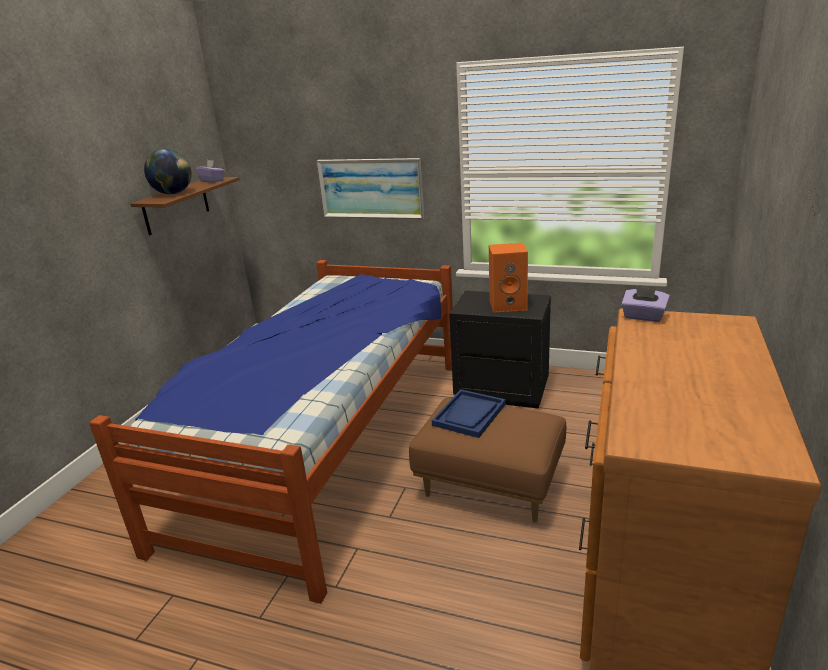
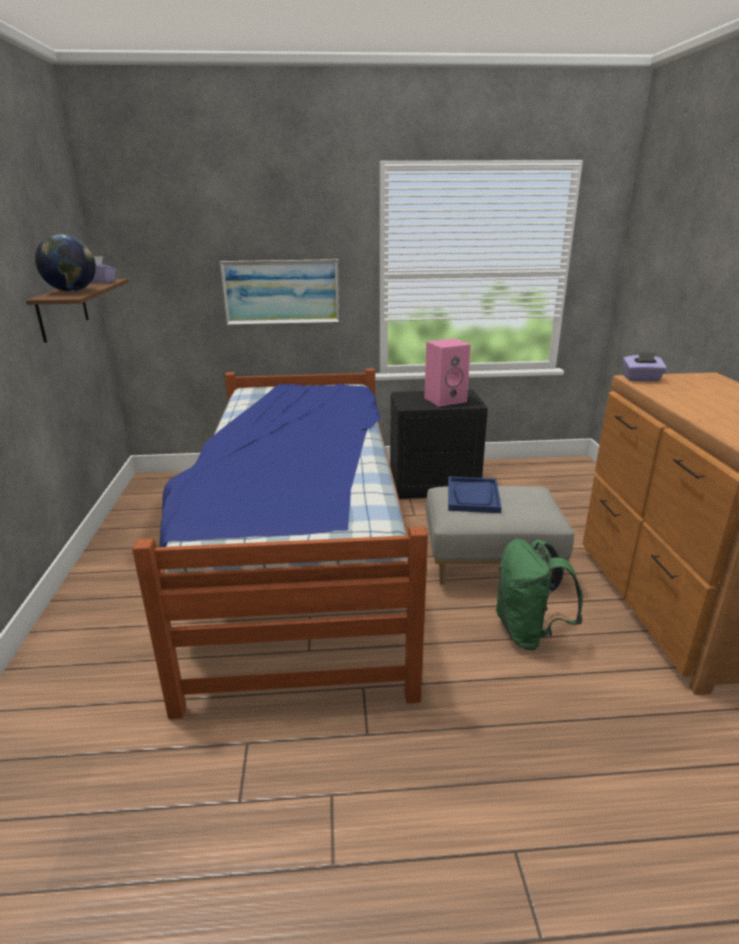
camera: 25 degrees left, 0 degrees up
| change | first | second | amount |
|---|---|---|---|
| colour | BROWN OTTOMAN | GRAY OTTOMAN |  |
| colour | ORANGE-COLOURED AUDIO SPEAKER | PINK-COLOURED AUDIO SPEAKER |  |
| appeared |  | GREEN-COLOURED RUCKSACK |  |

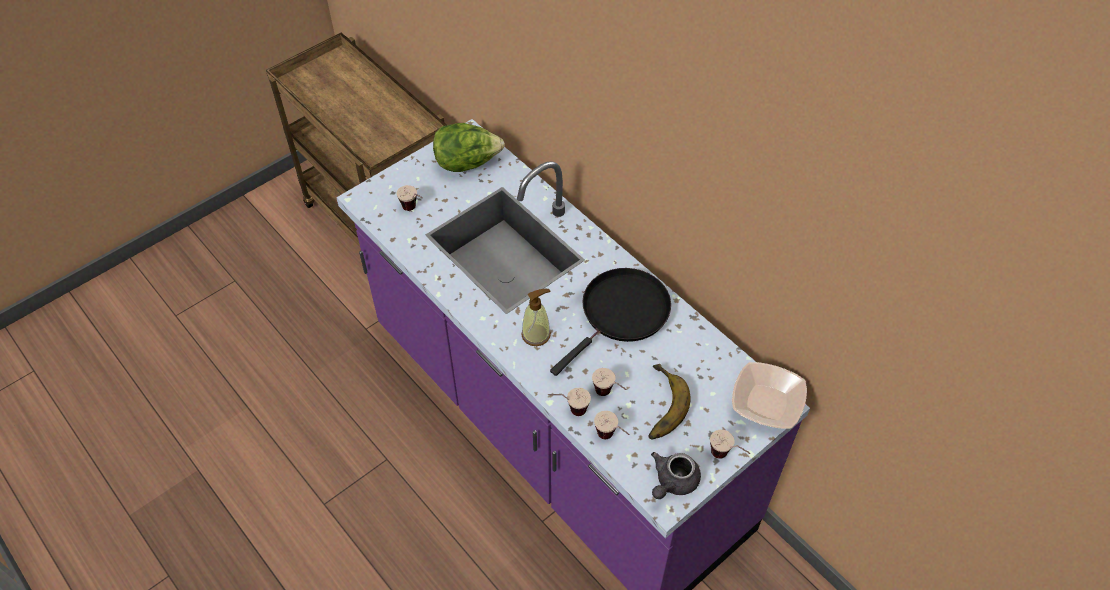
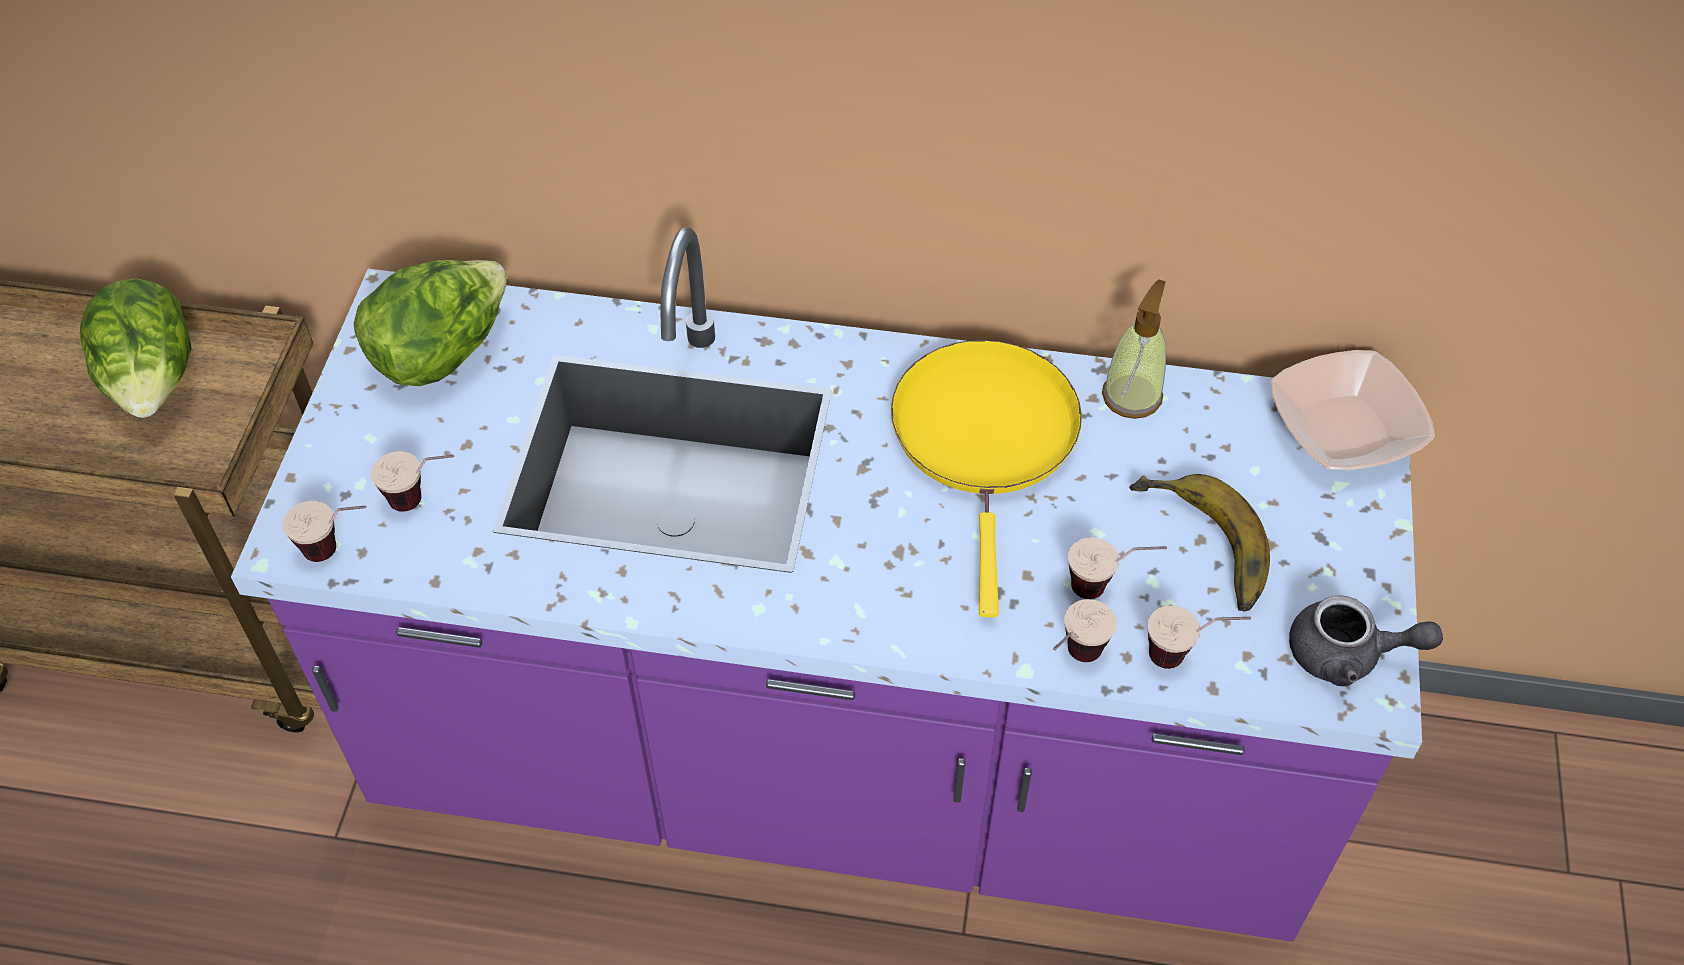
camera: 40 degrees left, 0 degrees up
| change | first | second | amount |
|---|---|---|---|
| relocated | SOAP BOTTLE |  |  |
| colour | BLACK PAN | YELLOW PAN |  |
| spun | GRAY TEAPOT |  | 75 degrees counterclockwise |
| relocated | CUP (no. 5 from left in the first image) | CUP (no. 1 from left) |  |
| appeared |  | LETTUCE (no. 1 from left) |  |

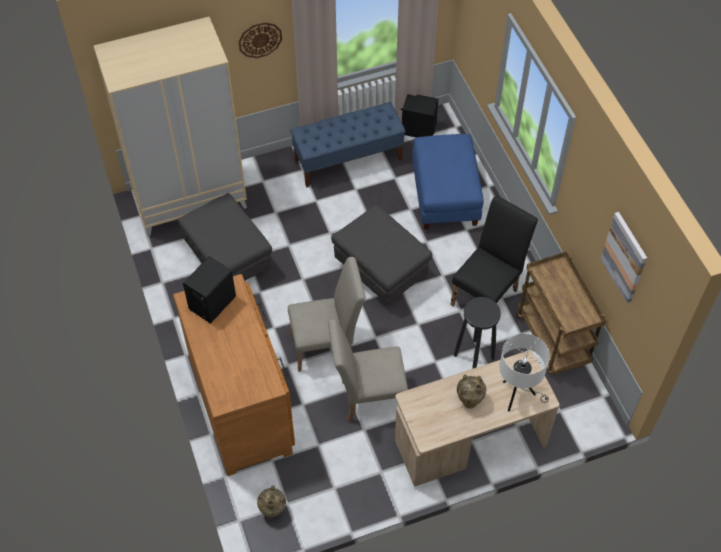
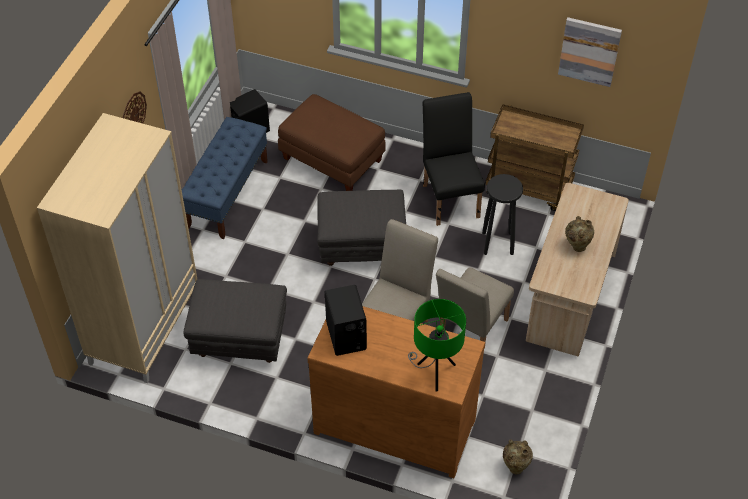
camera: 50 degrees left, 5 degrees down
| change | first | second | amount |
|---|---|---|---|
| colour | BLUE-COLOURED OTTOMAN | BROWN OTTOMAN |  |
| missing | WHITE-COLOURED TABLE LAMP |  |  |
| appeared |  | GREEN-COLOURED TABLE LAMP |  |

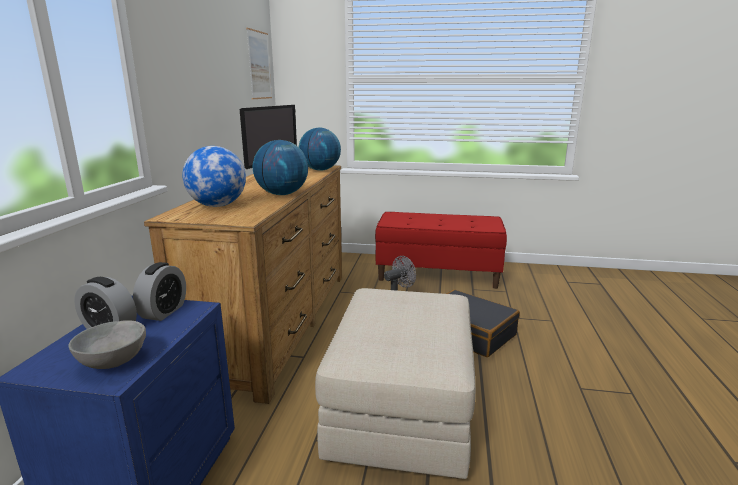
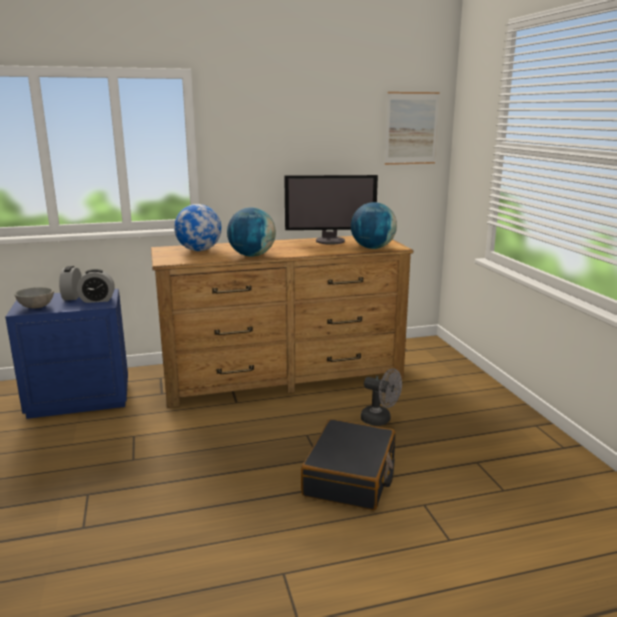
camera: 65 degrees right, 0 degrees up
| change | first | second | amount |
|---|---|---|---|
| missing | BEIGE OTTOMAN |  |  |
| missing | RED LONG SEAT |  |  |

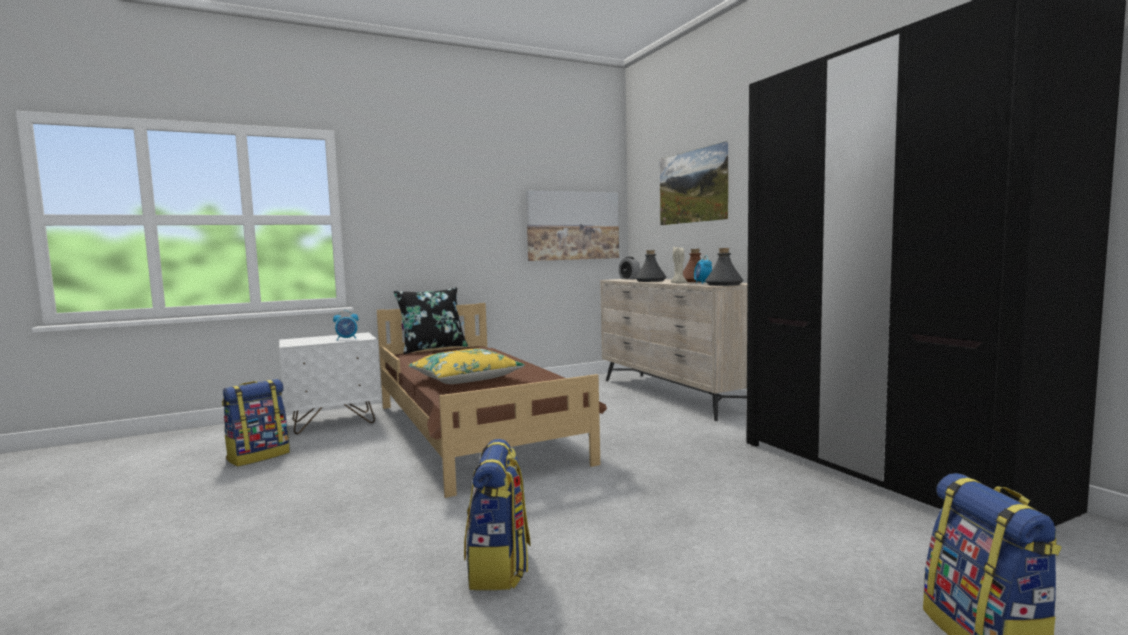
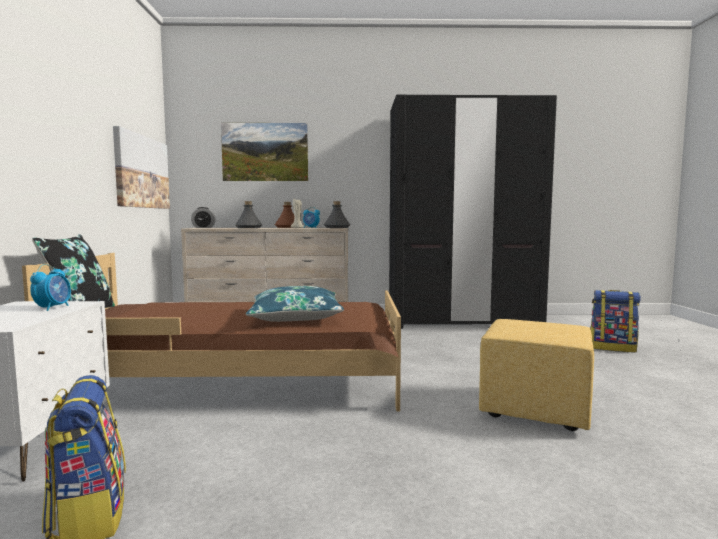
camera: 65 degrees left, 0 degrees up
| change | first | second | amount |
|---|---|---|---|
| colour | YELLOW CUSHION | BLUE-COLOURED CUSHION |  |
| exchanged | RUCKSACK (no. 2 from left) | YELLOW OTTOMAN |  |

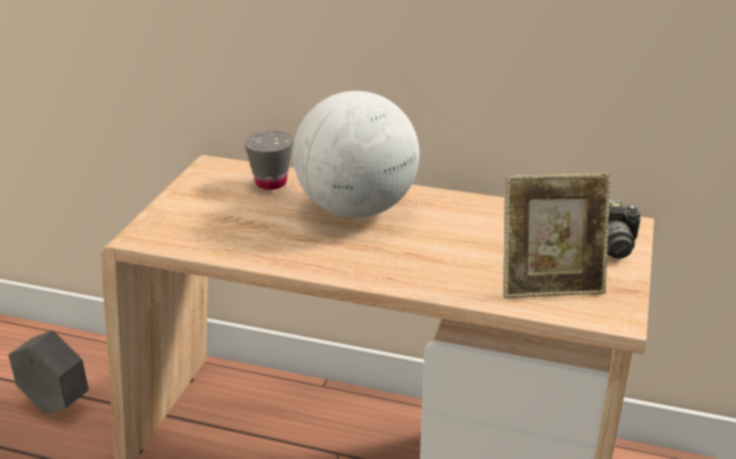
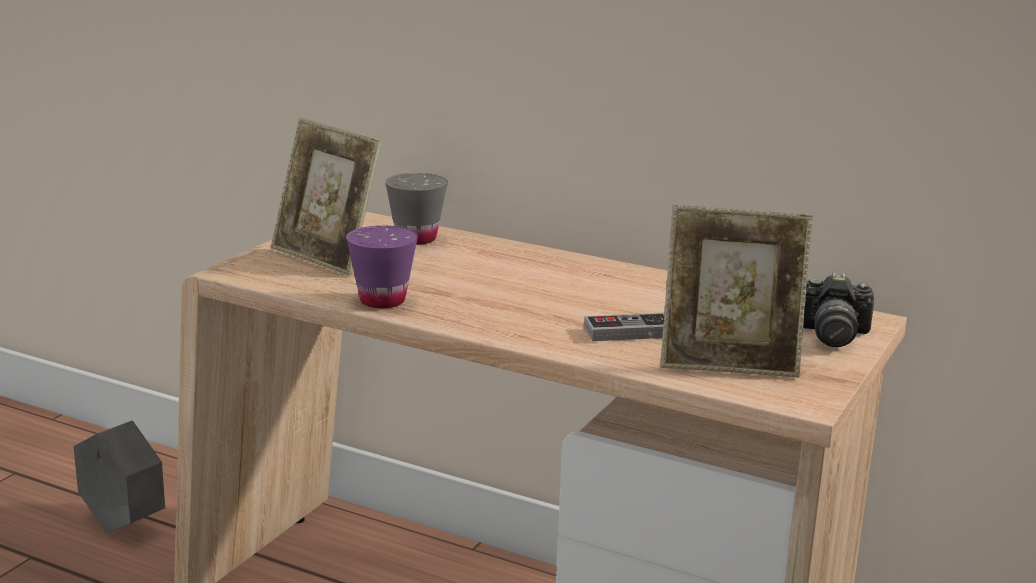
camera: 10 degrees right, 10 degrees down
| change | first | second | amount |
|---|---|---|---|
| missing | DESK GLOBE |  |  |
| appeared |  | STANDING FRAME (no. 1 from left) |  |
| appeared |  | PURPLISH CUP |  |
| appeared |  | GAME CONTROLLER |  |

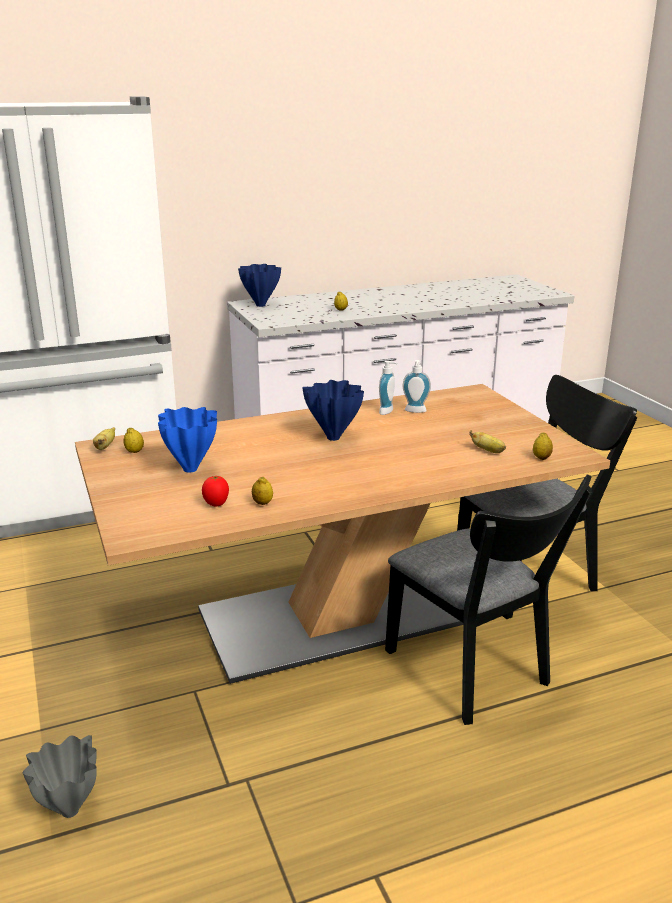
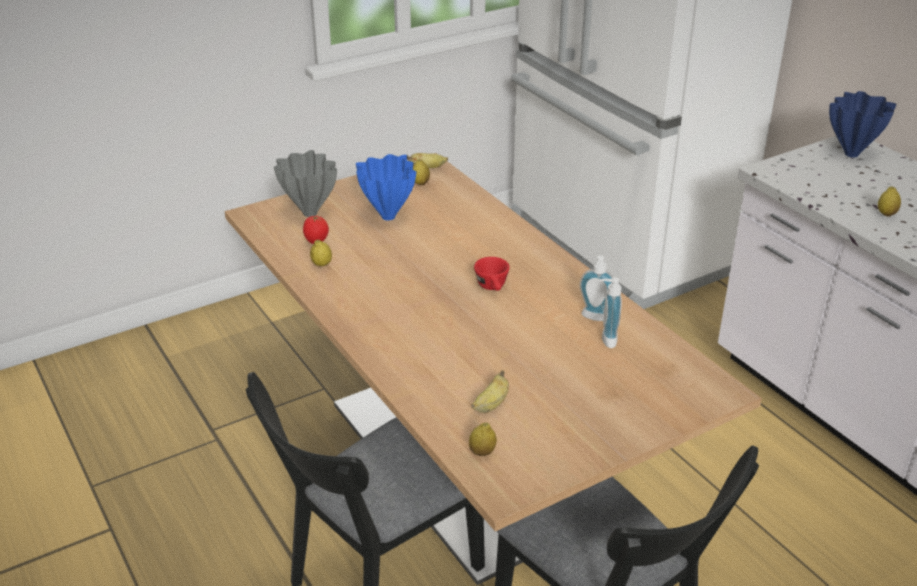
camera: 80 degrees right, 10 degrees up
| change | first | second | amount |
|---|---|---|---|
| relocated | GRAY FLOWER VASE |  |  |
| exchanged | BLUE-COLOURED FLOWER VASE (no. 3 from left) | RED CUP |  |

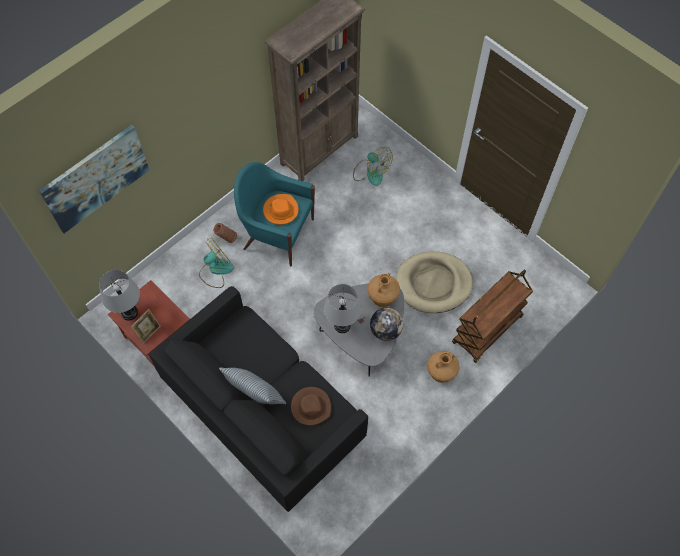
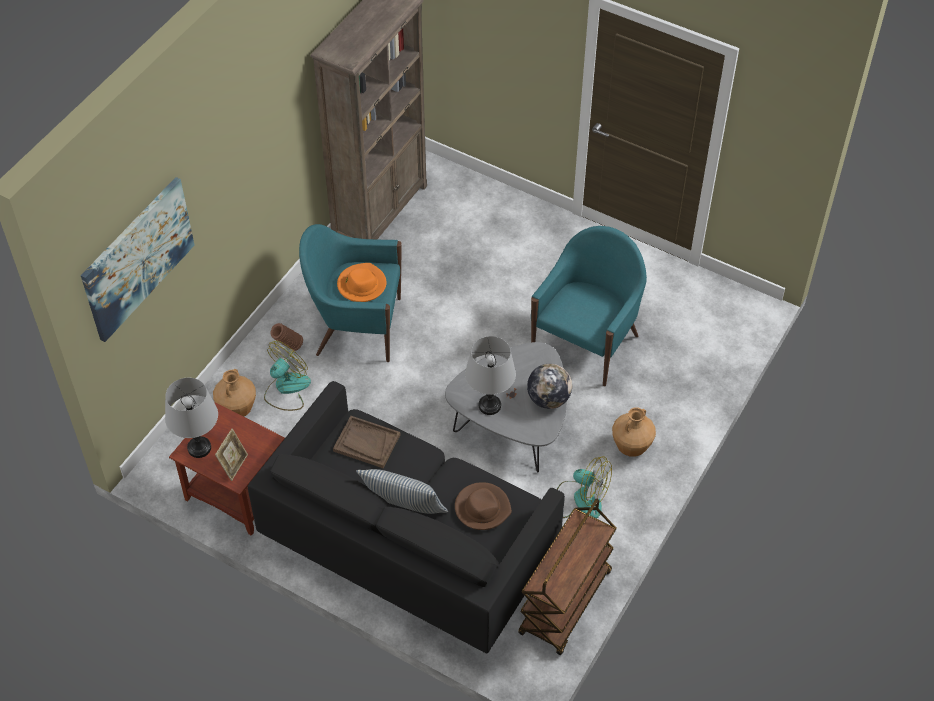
camera: 15 degrees left, 10 degrees down
| change | first | second | amount |
|---|---|---|---|
| relocated | ELECTRIC FAN (no. 2 from left) |  |  |
| relocated | BROWN FLOWER VASE (no. 2 from left in the first image) | BROWN FLOWER VASE (no. 1 from left) |  |
| exchanged | BEIGE DOG CUSHION | TURQUOISE-COLOURED EASY CHAIR (no. 2 from left) |  |
| relocated | BROWN WHEELED CART |  |  |
| appeared |  | BROWN CARRYING TRAY |  |

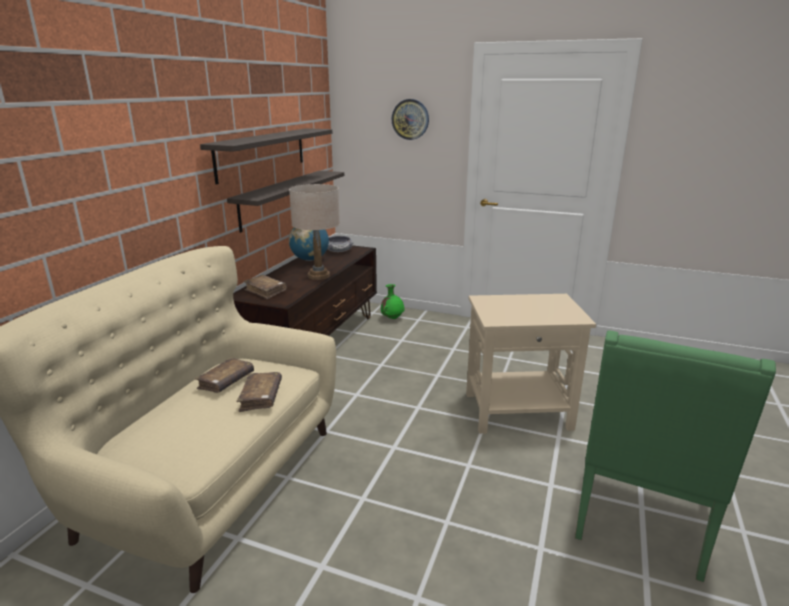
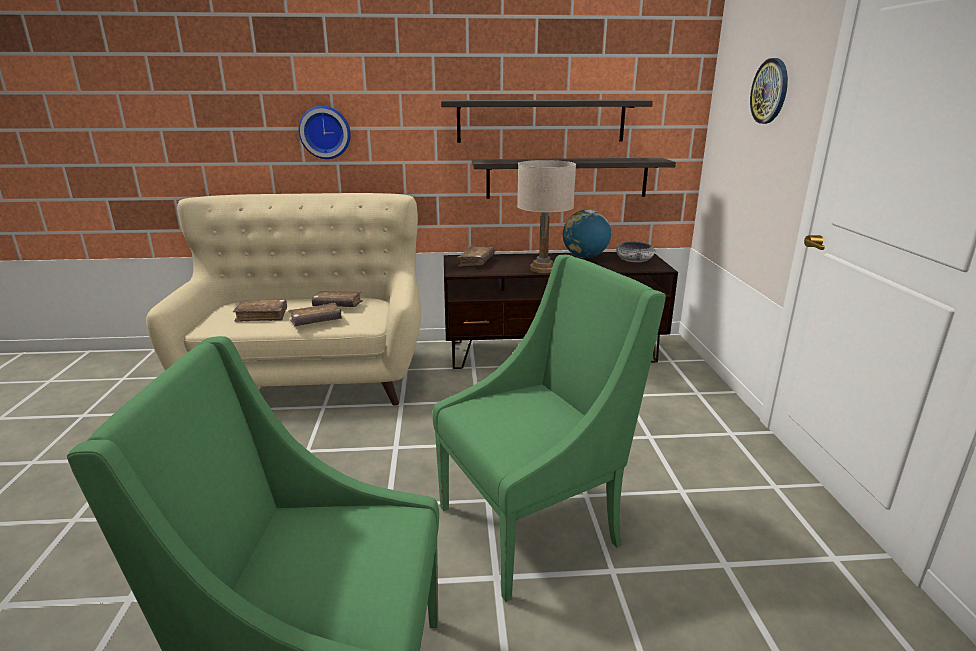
camera: 65 degrees right, 0 degrees up
| change | first | second | amount |
|---|---|---|---|
| missing | GREEN-COLOURED FLOWER VASE |  |  |
| exchanged | BEIGE ACCENT TABLE | GREEN-COLOURED EASY CHAIR (no. 2 from left) |  |
| appeared |  | BROWN VOLUME (no. 1 from left) |  |
| appeared |  | WALL CLOCK (no. 1 from left) |  |

